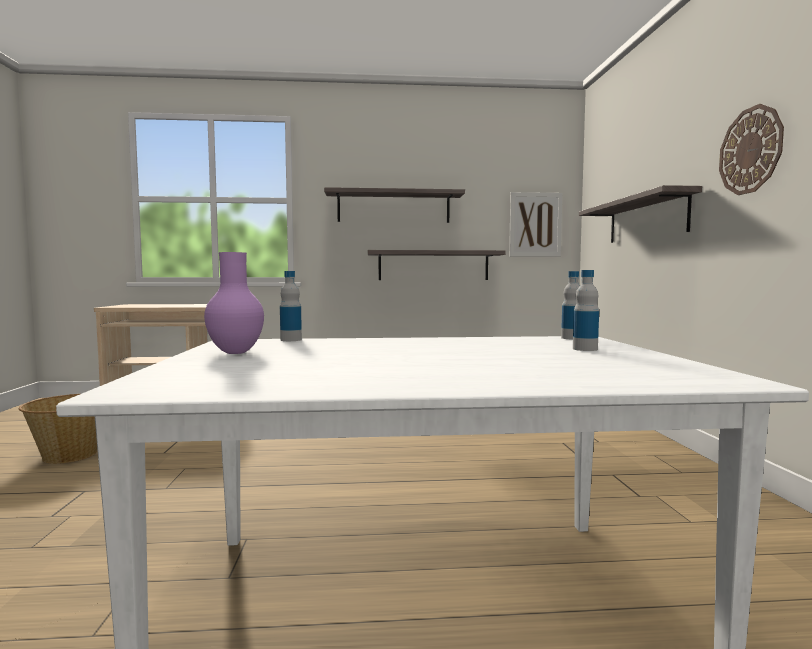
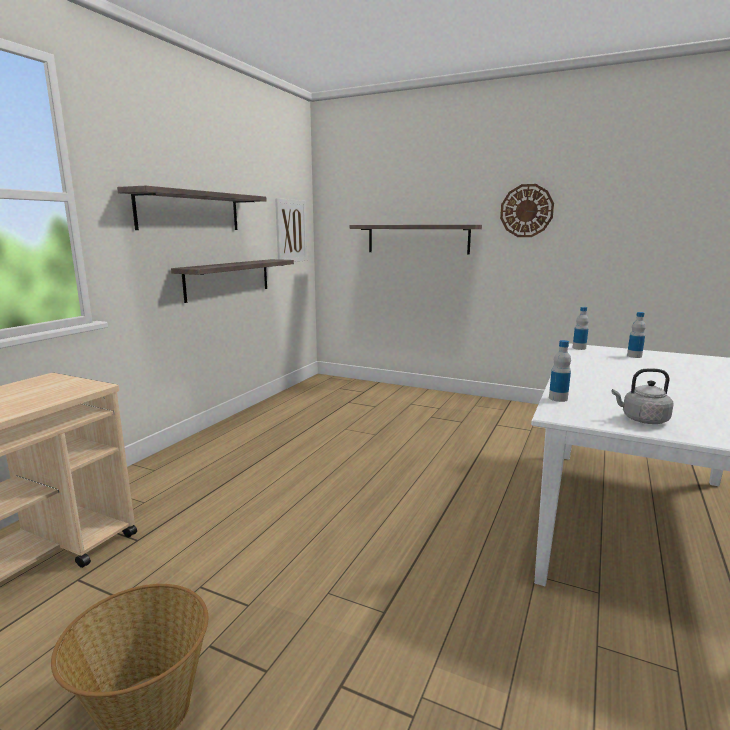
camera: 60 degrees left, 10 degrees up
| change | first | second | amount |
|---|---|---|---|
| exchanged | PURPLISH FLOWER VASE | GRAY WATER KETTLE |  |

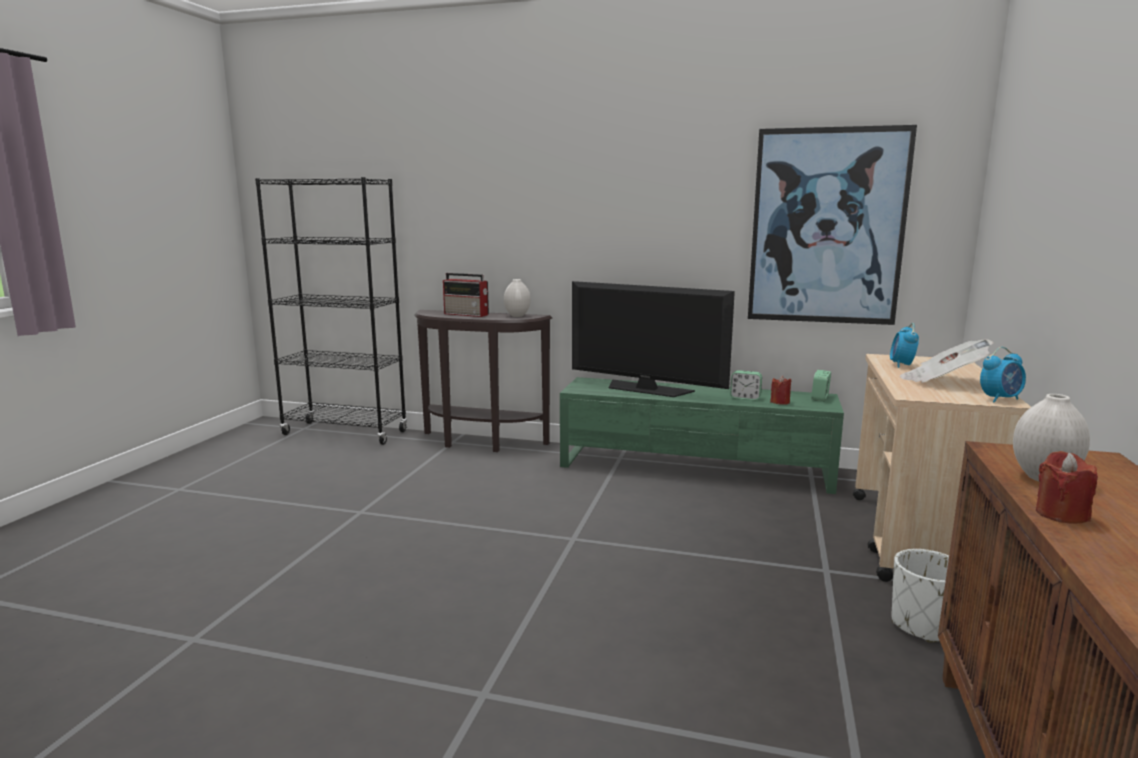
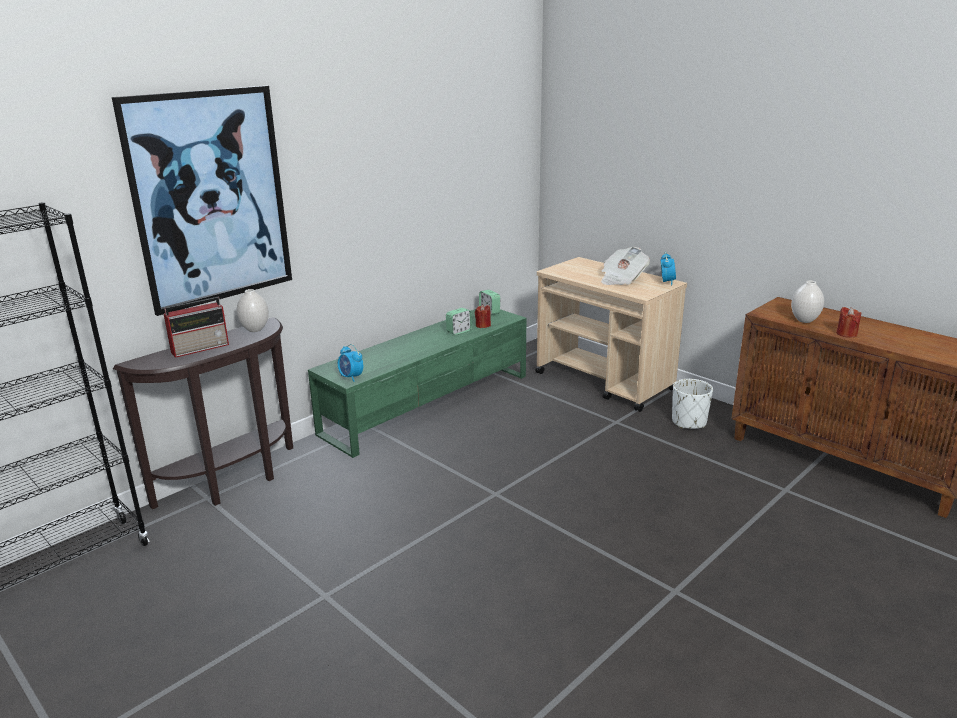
camera: 60 degrees left, 10 degrees up
| change | first | second | amount |
|---|---|---|---|
| missing | TV |  |  |
| relocated | WALL ART |  |  |
| relocated | TABLE CLOCK (no. 3 from left in the first image) | TABLE CLOCK (no. 1 from left) |  |

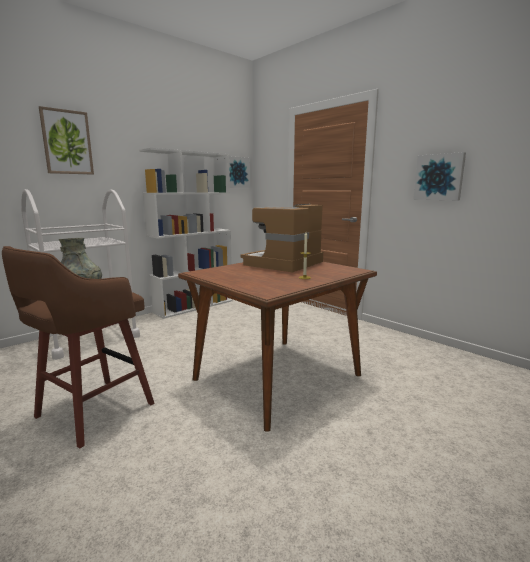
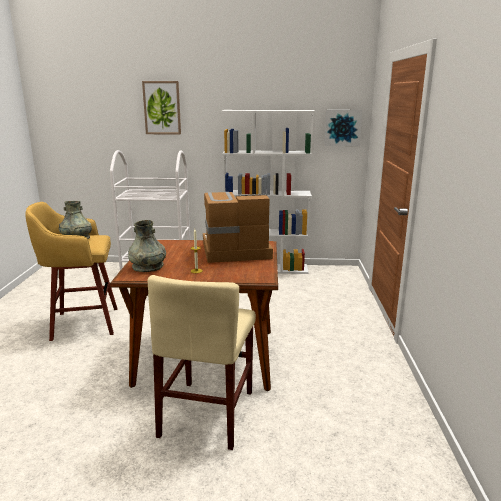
camera: 45 degrees right, 5 degrees up
| change | first | second | amount |
|---|---|---|---|
| colour | BROWN SITTING STOOL | YELLOW SITTING STOOL |  |
| missing | WALL ART (no. 3 from left) |  |  |
| appeared |  | GRAY FLOWER VASE (no. 2 from left) |  |
| appeared |  | BEIGE UPRIGHT CHAIR |  |

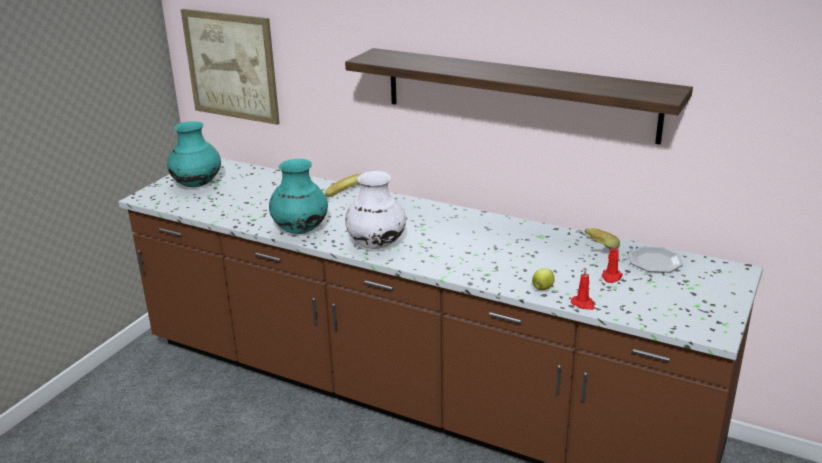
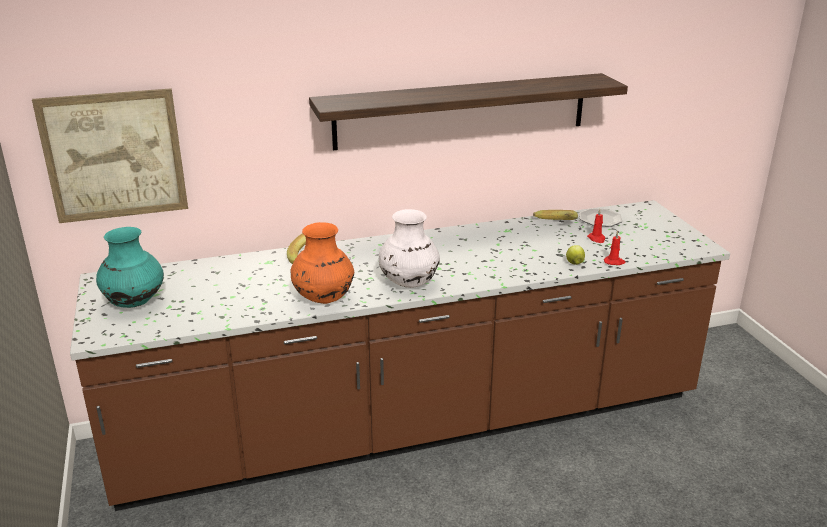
camera: 45 degrees left, 0 degrees up
| change | first | second | amount |
|---|---|---|---|
| colour | TURQUOISE-COLOURED FLOWER VASE (no. 2 from left) | ORANGE-COLOURED FLOWER VASE |  |

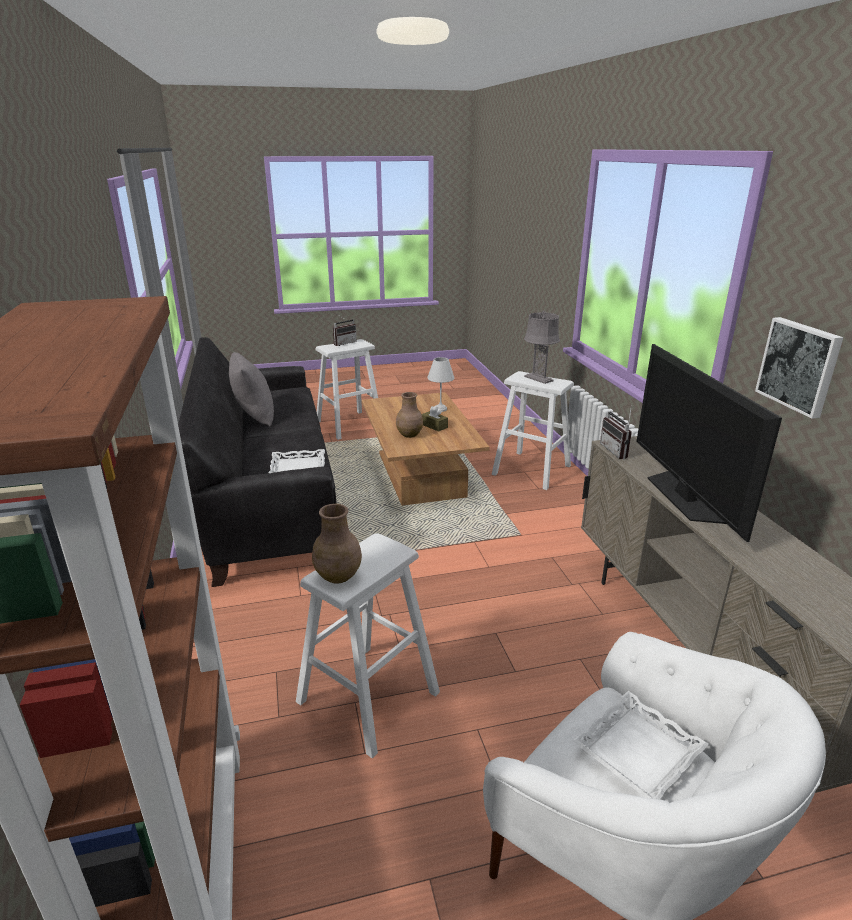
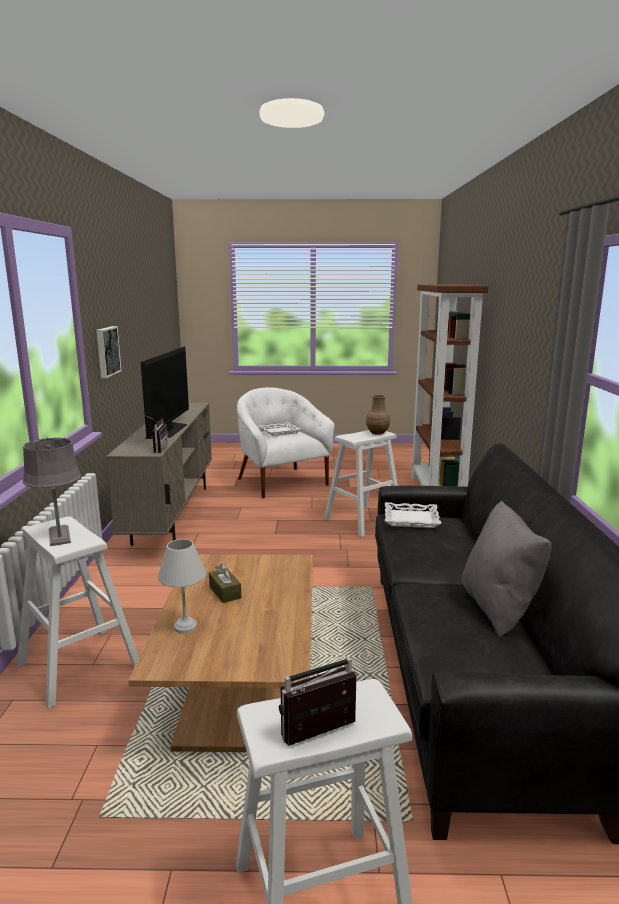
camera: 165 degrees left, 10 degrees down
| change | first | second | amount |
|---|---|---|---|
| missing | BROWN FLOWER VASE (no. 2 from left) |  |  |

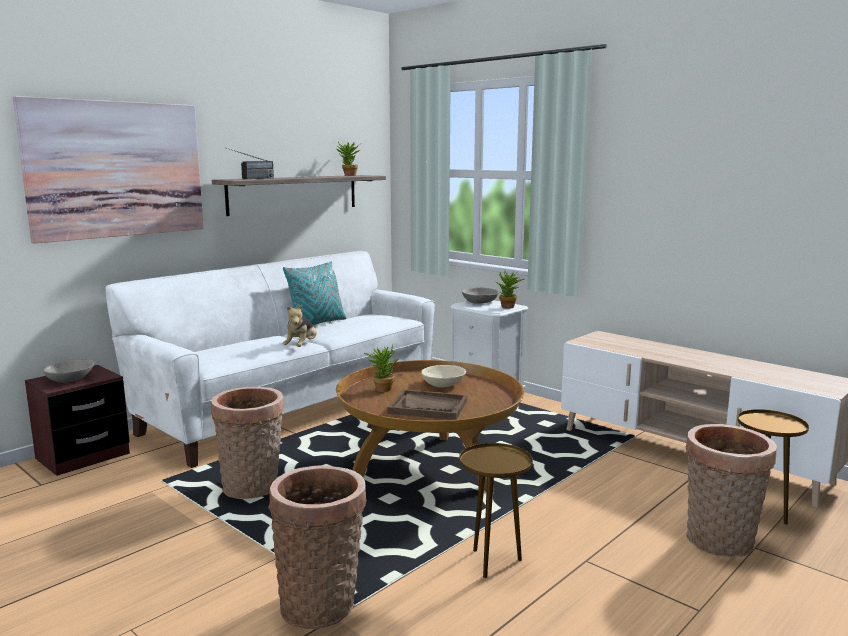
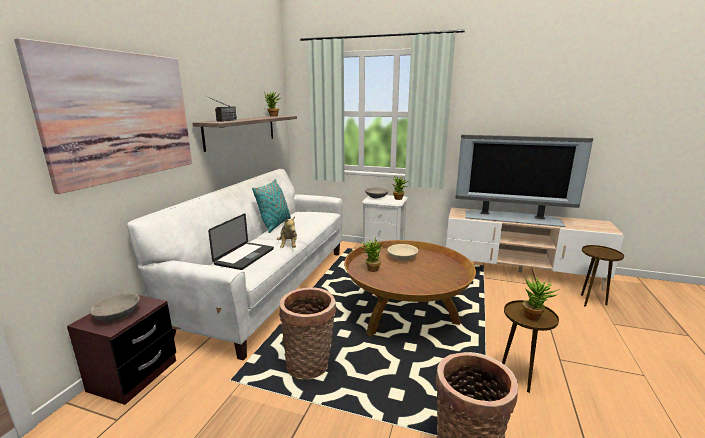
camera: 25 degrees left, 5 degrees up
| change | first | second | amount |
|---|---|---|---|
| missing | BROWN CARRYING TRAY |  |  |
| missing | BASKET (no. 3 from left) |  |  |
| appeared |  | LAPTOP |  |
| appeared |  | TV |  |
| appeared |  | PLANT IN A POT (no. 4 from left) |  |

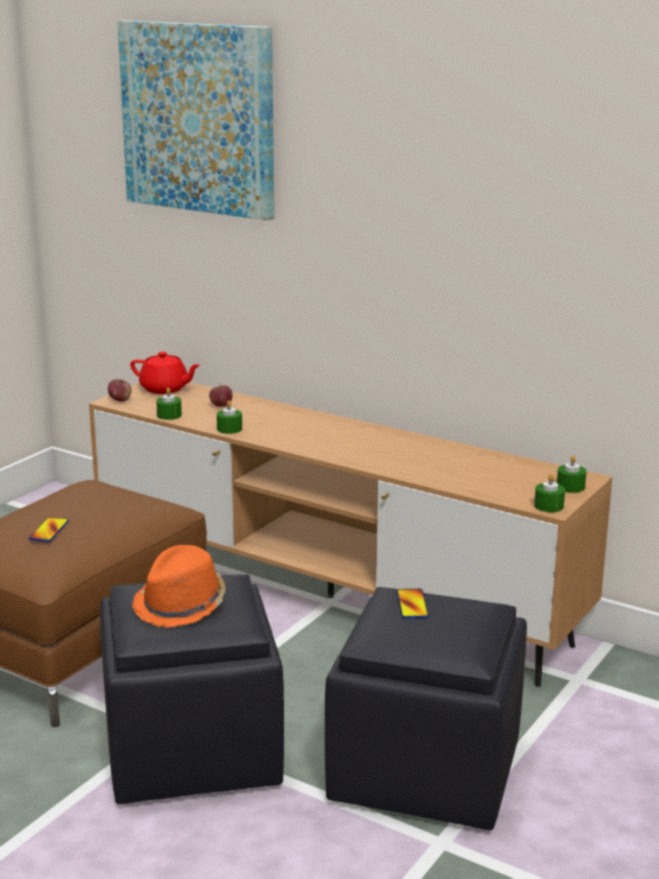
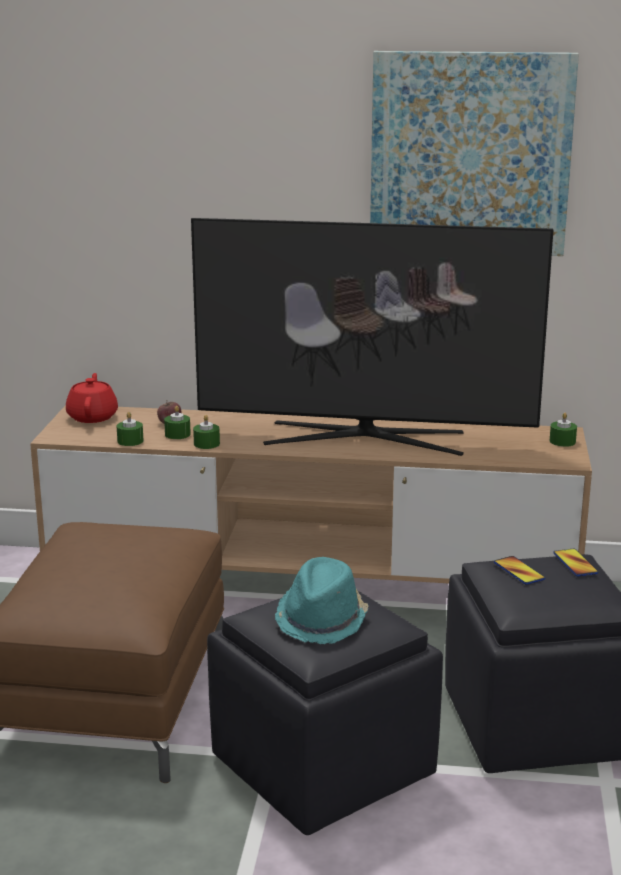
camera: 25 degrees left, 0 degrees up
| change | first | second | amount |
|---|---|---|---|
| relocated | PHONE (no. 1 from left in the first image) | PHONE (no. 2 from left) |  |
| missing | WHOLE APPLE (no. 1 from left) |  |  |
| relocated | WALL ART |  |  |
| spun | RED TEAPOT |  | 90 degrees counterclockwise |
| colour | ORANGE-COLOURED CLOTHING HAT | TURQUOISE-COLOURED CLOTHING HAT |  |
| relocated | GREEN-COLOURED WAX LIGHT (no. 3 from left in the first image) | GREEN-COLOURED WAX LIGHT (no. 2 from left) |  |
| appeared |  | TV |  |

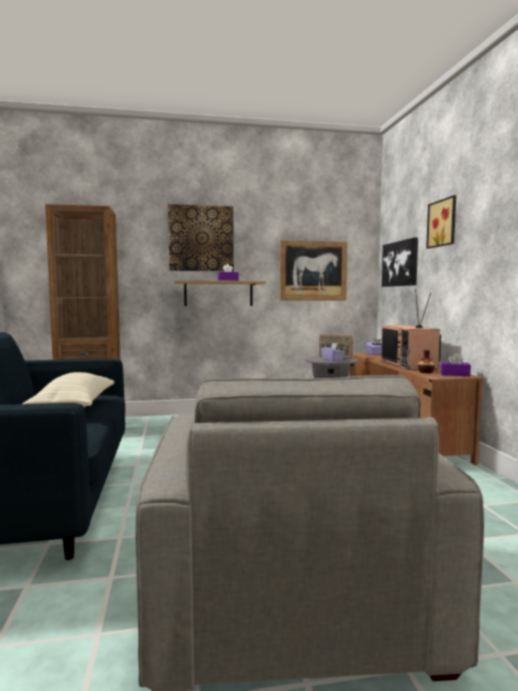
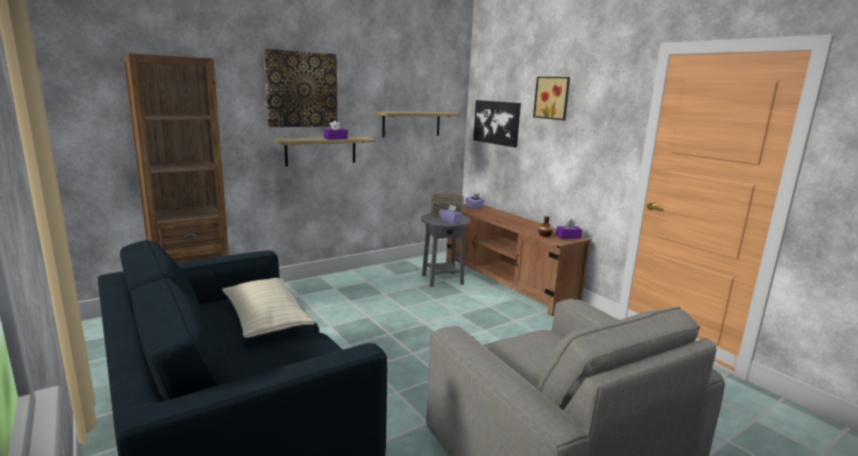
camera: 25 degrees left, 10 degrees up
| change | first | second | amount |
|---|---|---|---|
| exchanged | WALL ART (no. 2 from left) | SHELF (no. 2 from left) |  |
| missing | TV |  |  |

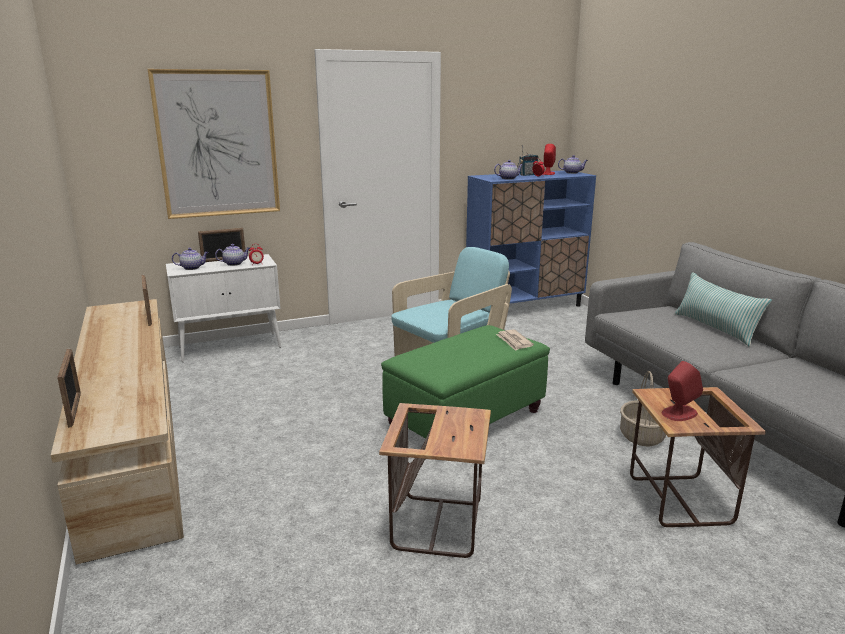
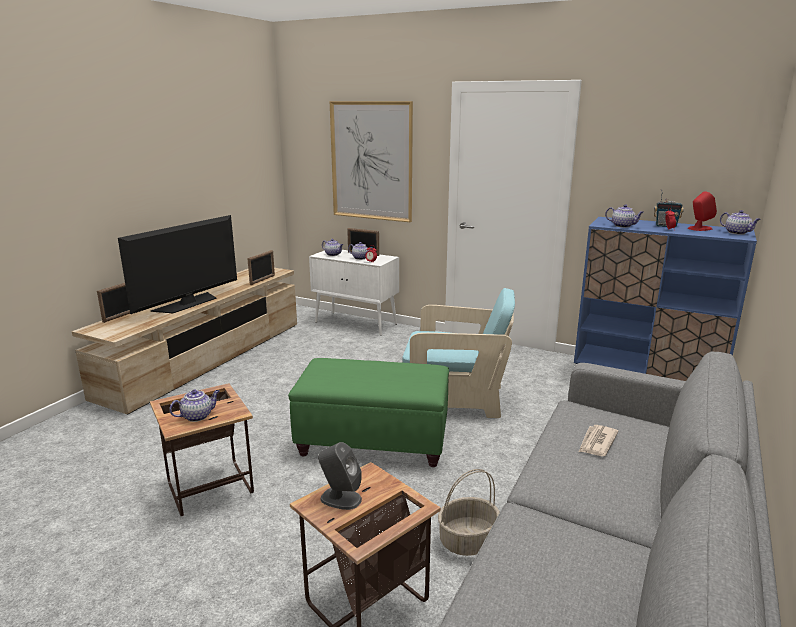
camera: 50 degrees right, 0 degrees up
| change | first | second | amount |
|---|---|---|---|
| relocated | DAILY PAPER |  |  |
| colour | RED AUDIO SPEAKER (no. 2 from left) | GRAY AUDIO SPEAKER |  |
| missing | CUSHION |  |  |
| appeared |  | TV |  |
| appeared |  | TEAPOT (no. 1 from left) |  |

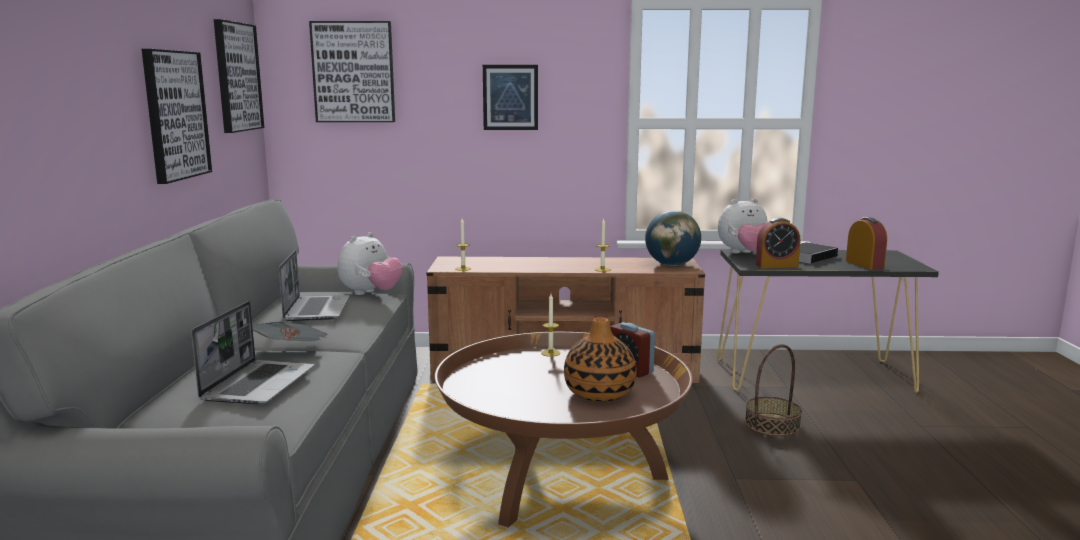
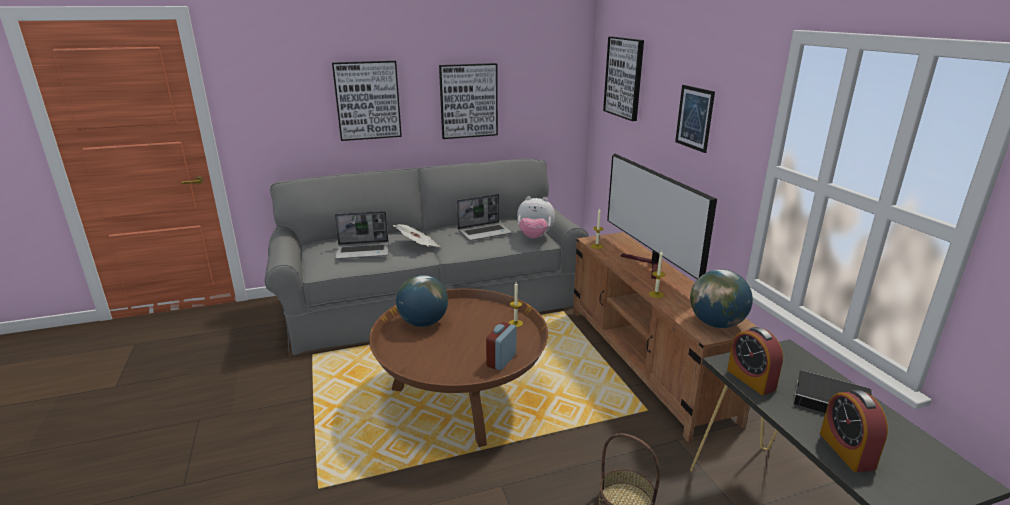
camera: 70 degrees right, 10 degrees up
| change | first | second | amount |
|---|---|---|---|
| relocated | WALL ART (no. 2 from left in the first image) | WALL ART (no. 1 from left) |  |
| missing | FLOWER VASE |  |  |
| missing | PLUSH TOY (no. 2 from left) |  |  |
| spun | TABLE CLOCK (no. 3 from left) |  | 120 degrees clockwise |
| appeared |  | DESK GLOBE (no. 1 from left) |  |
| appeared |  | TV |  |

